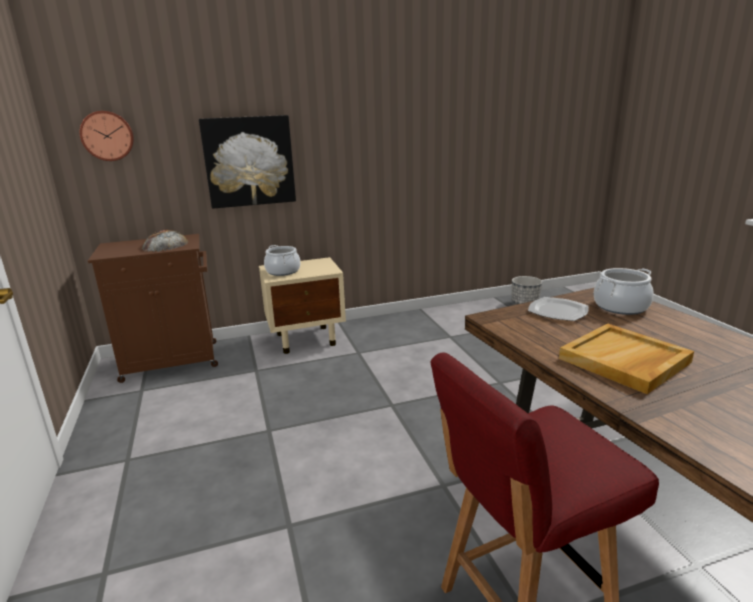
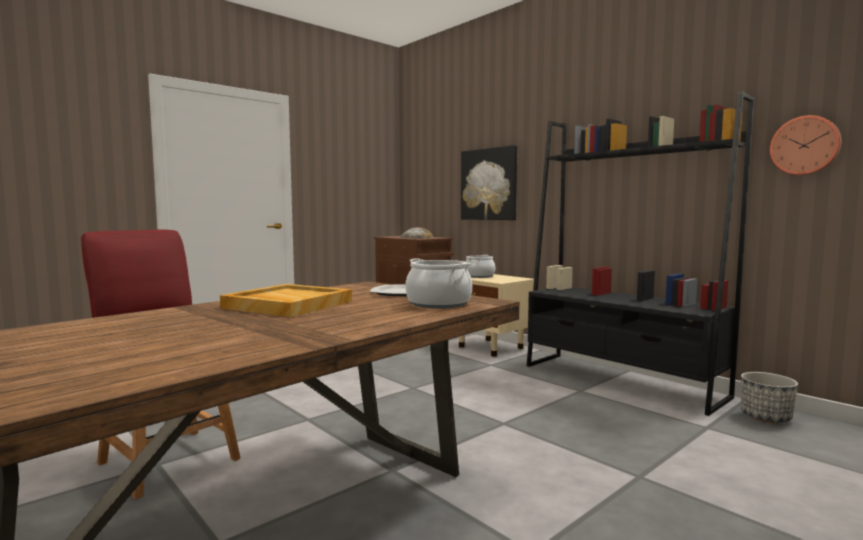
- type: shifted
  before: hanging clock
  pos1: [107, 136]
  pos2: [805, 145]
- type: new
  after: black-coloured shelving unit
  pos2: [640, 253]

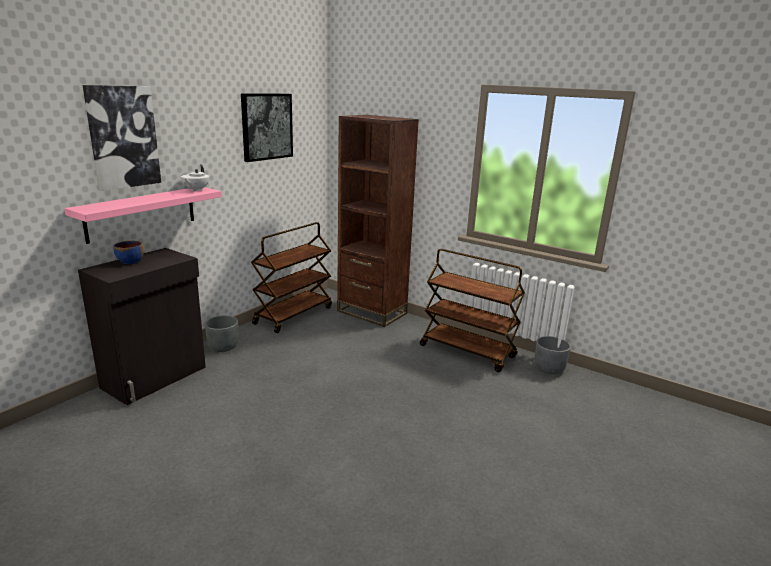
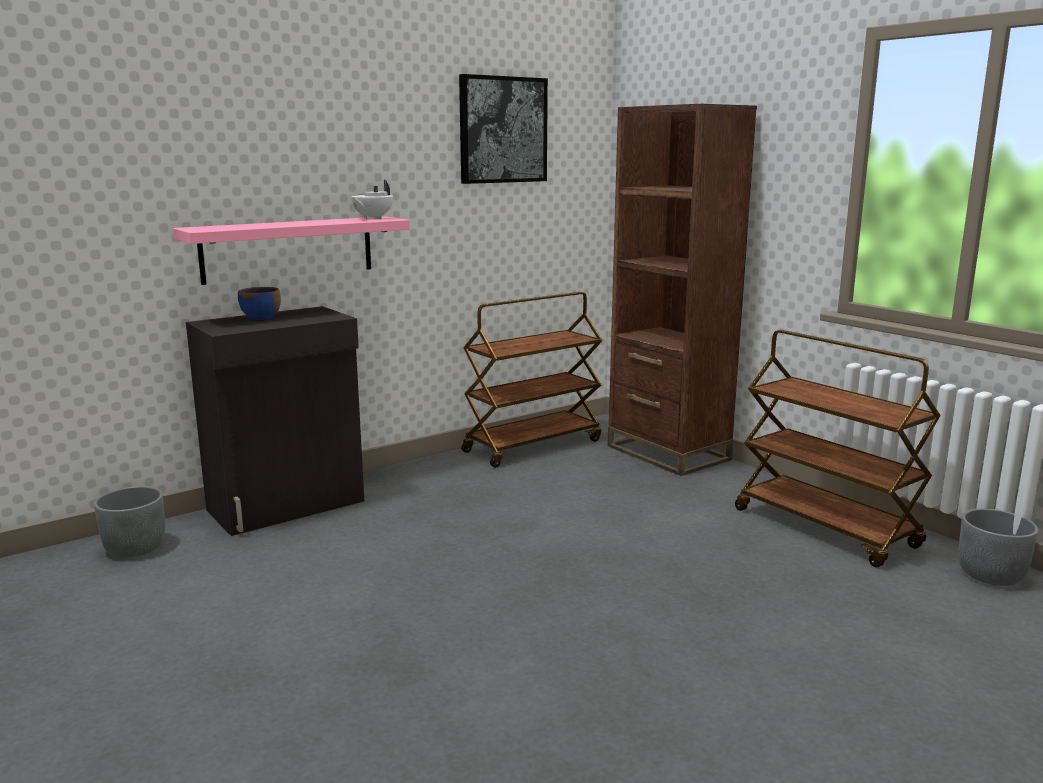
- type: gone
  before: wall picture
  pos1: [122, 138]
- type: shifted
  before: gray flower pot
  pos1: [222, 333]
  pos2: [129, 522]

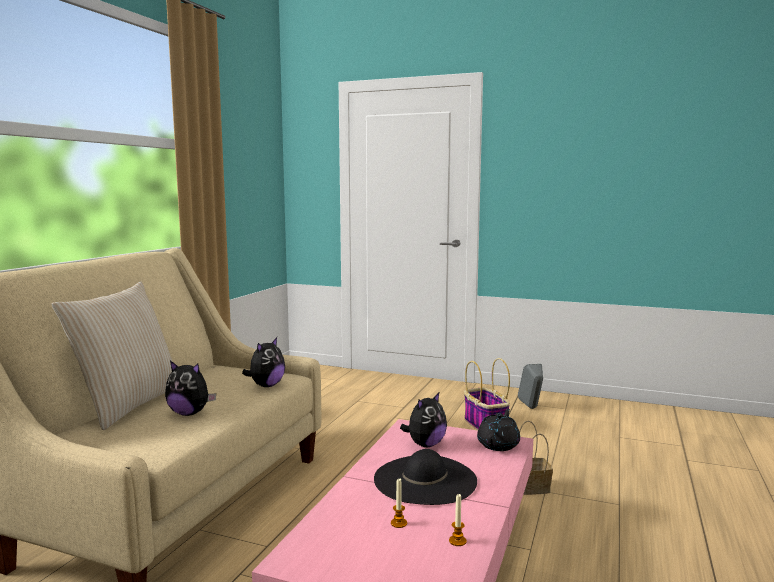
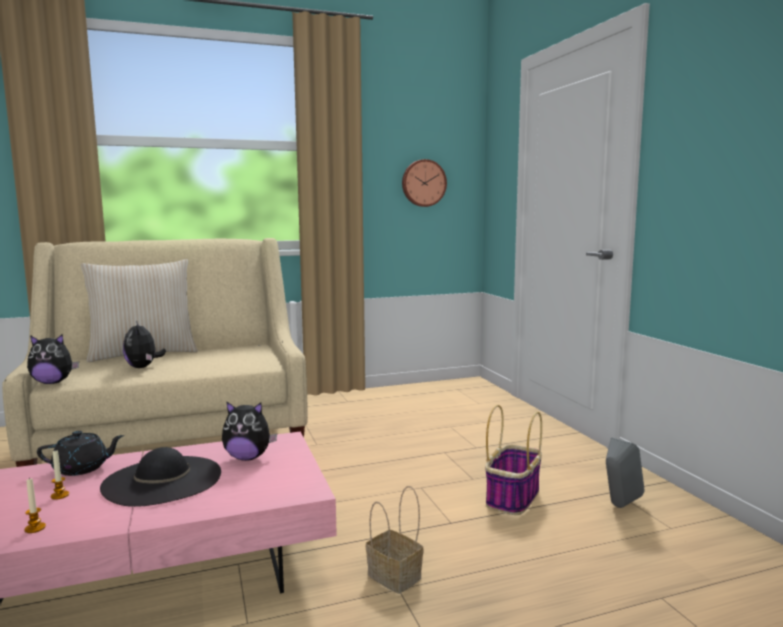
- type: shifted
  before: plush toy
  pos1: [263, 362]
  pos2: [53, 359]
- type: shifted
  before: black-coloured teapot
  pos1: [498, 430]
  pos2: [80, 453]
- type: new
  after: hanging clock
  pos2: [424, 183]

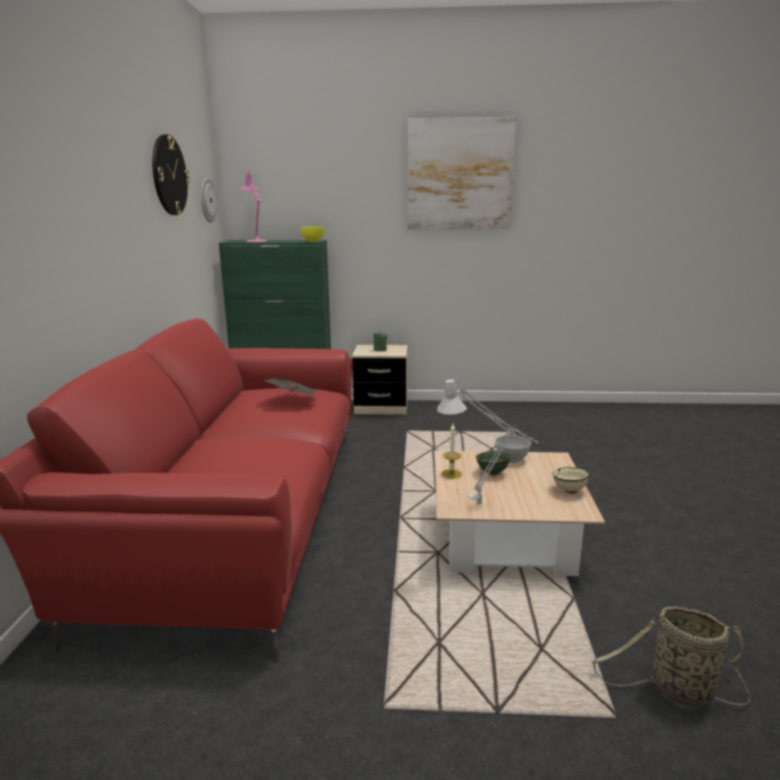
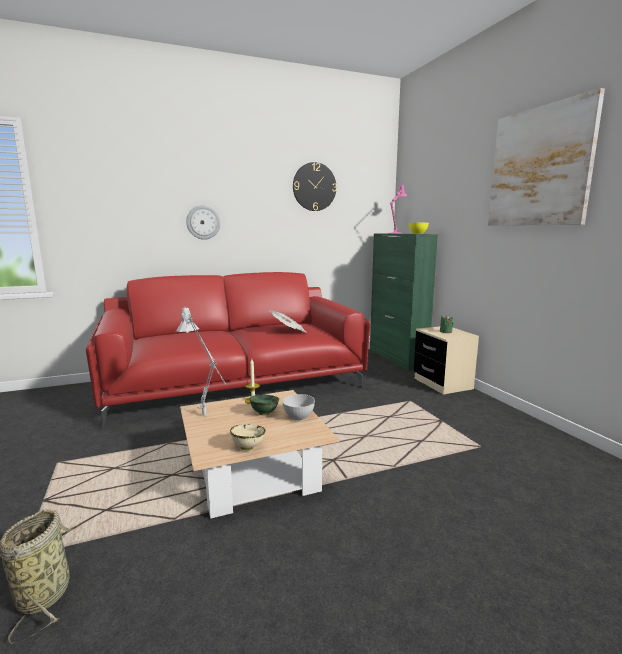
- type: shifted
  before: hanging clock
  pos1: [209, 200]
  pos2: [203, 222]

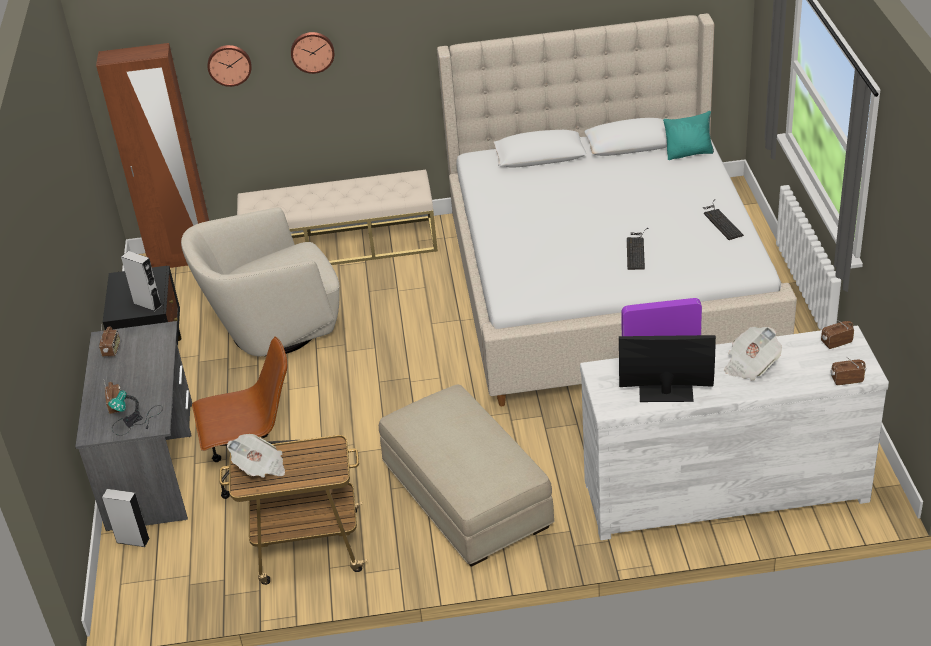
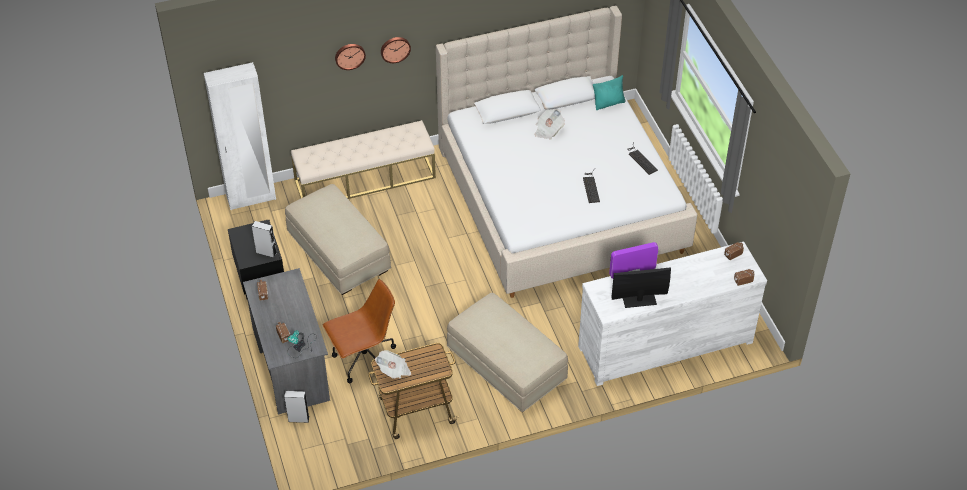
- type: repainted
  before: brownish wardrobe
  after: white wardrobe
  pos1: [152, 155]
  pos2: [240, 136]
- type: shifted
  before: hanging clock
  pos1: [229, 66]
  pos2: [396, 50]
- type: swapped
  before: beige-coloured easy chair
  after: beige-coloured pouffe
  pos1: [260, 281]
  pos2: [338, 239]
- type: shifted
  before: newspaper
  pos1: [753, 354]
  pos2: [550, 124]

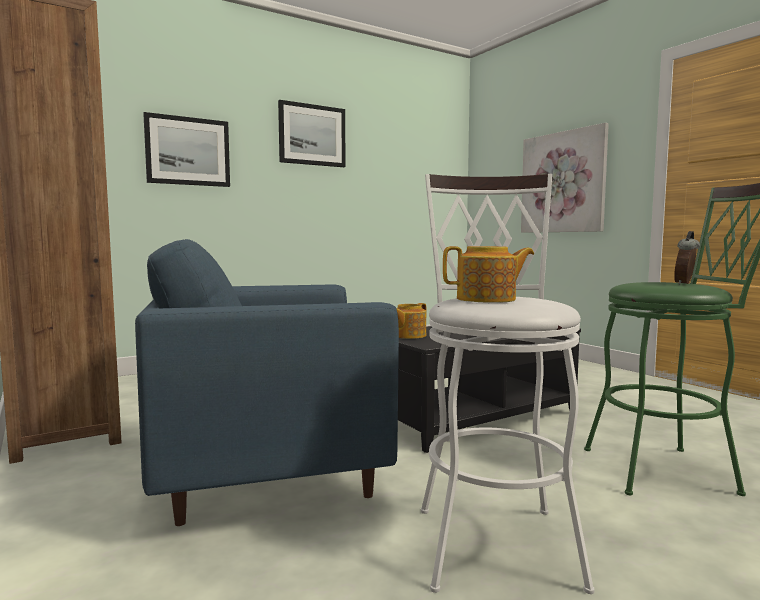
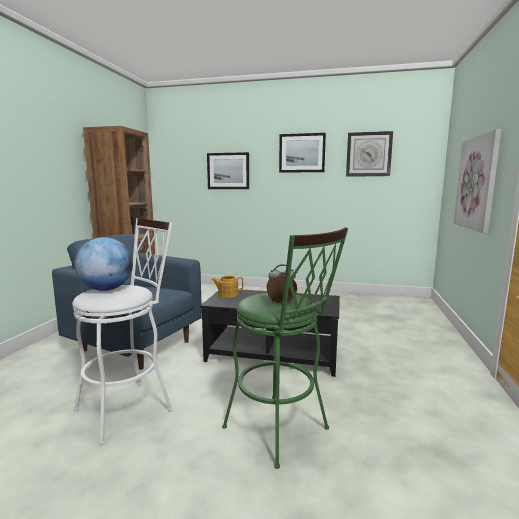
- type: swapped
  before: teapot
  after: world globe
  pos1: [488, 274]
  pos2: [103, 264]
- type: new
  after: hanging clock
  pos2: [369, 154]

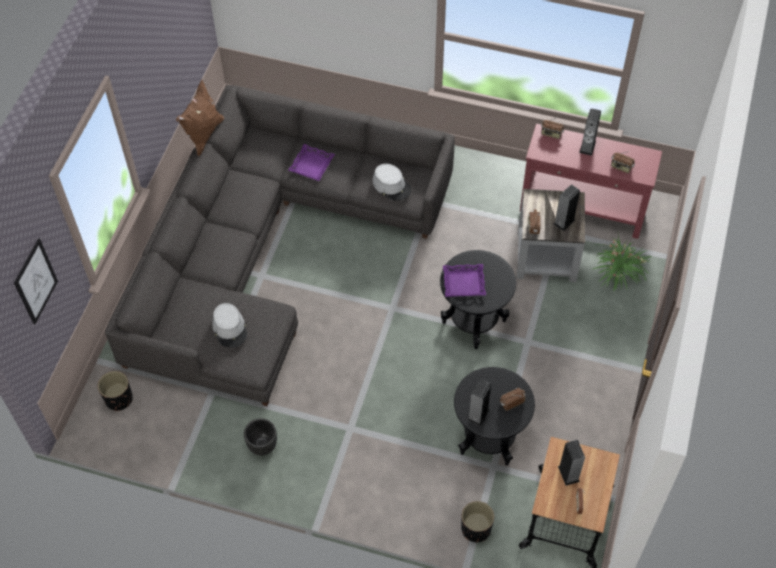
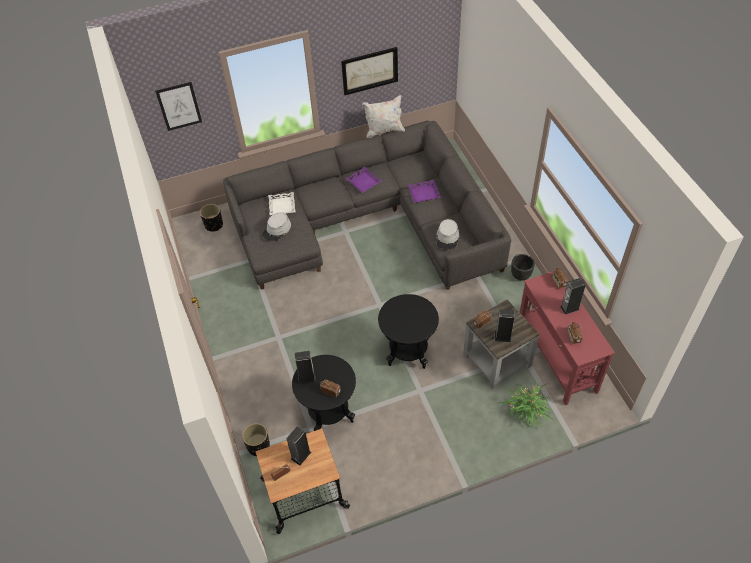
- type: repainted
  before: brownish pillow
  after: white pillow
  pos1: [200, 118]
  pos2: [383, 116]
- type: shifted
  before: purplish serving tray
  pos1: [464, 280]
  pos2: [363, 180]
- type: shifted
  before: black-coloured flower pot
  pos1: [260, 437]
  pos2: [523, 267]
- type: new
  after: wall picture
  pos2: [369, 71]
- type: new
  after: white serving tray
  pos2: [281, 203]

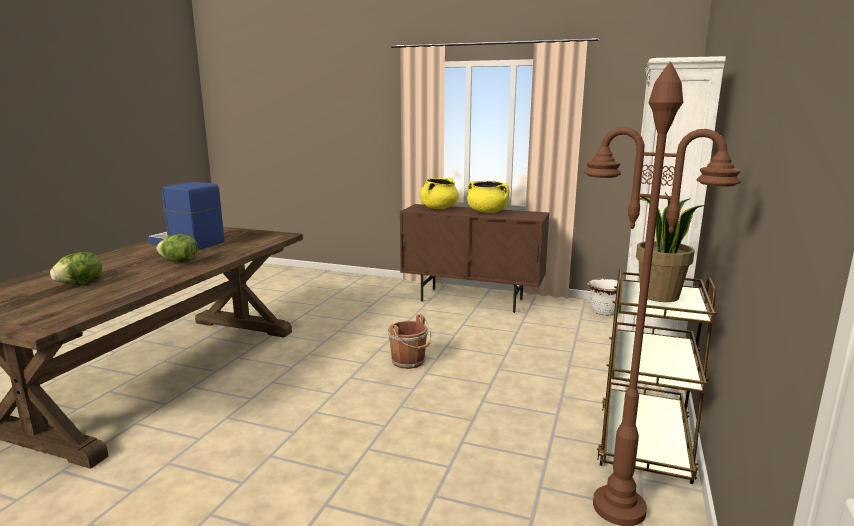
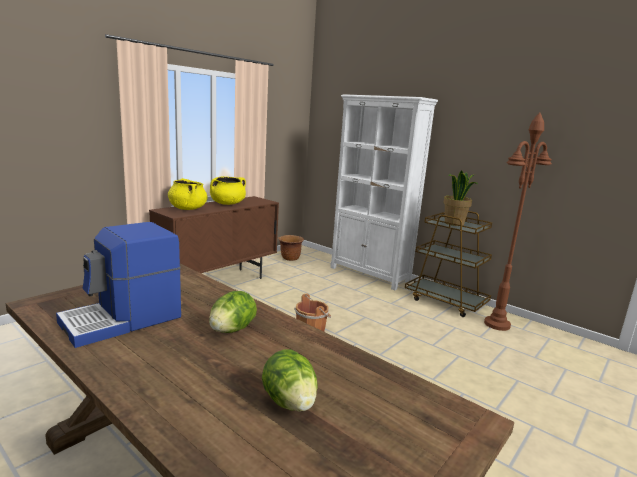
- type: repainted
  before: white flower pot
  after: brownish flower pot
  pos1: [603, 297]
  pos2: [291, 248]

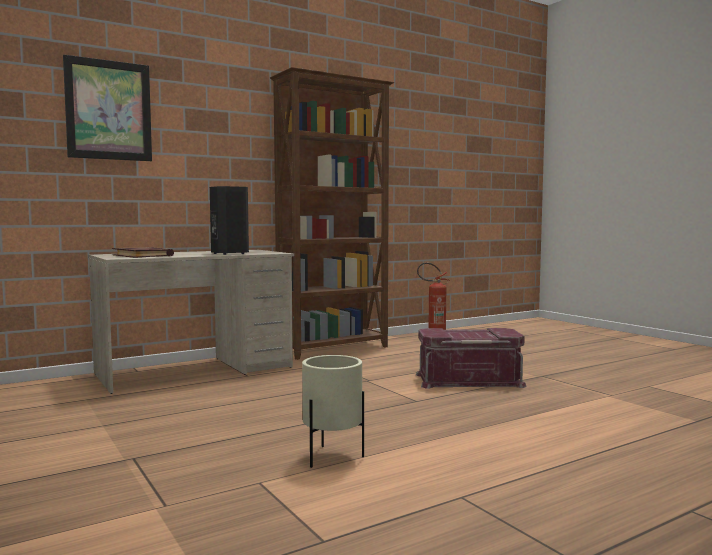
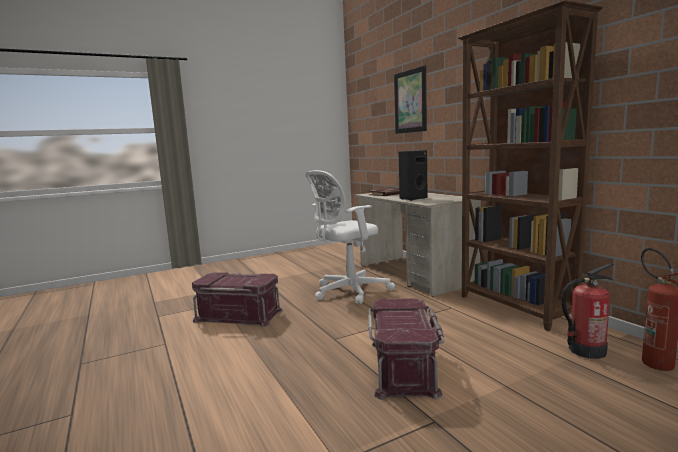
- type: swapped
  before: beige-coloured flower pot
  after: red-coloured storage box
  pos1: [333, 411]
  pos2: [237, 299]
- type: new
  after: white office chair
  pos2: [350, 237]
- type: new
  after: fire extinguisher
  pos2: [587, 311]

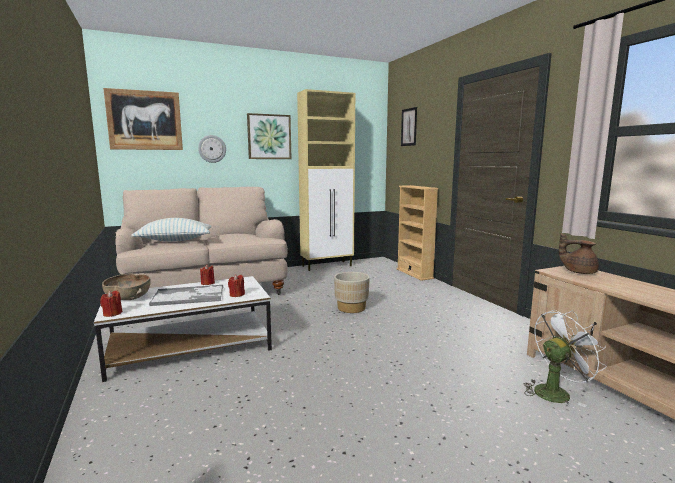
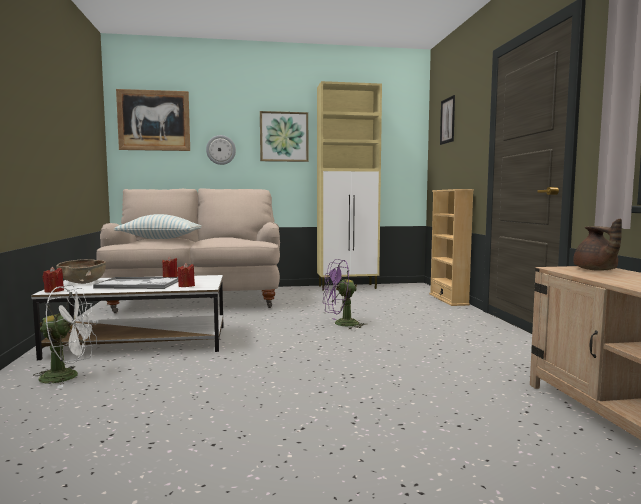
- type: rotated
  before: brownish teapot
  pos1: [579, 253]
  pos2: [597, 244]
  turn: -135
- type: swapped
  before: beige-coloured flower pot
  after: purplish electric fan
  pos1: [352, 292]
  pos2: [345, 294]
- type: shifted
  before: white electric fan
  pos1: [565, 358]
  pos2: [65, 336]

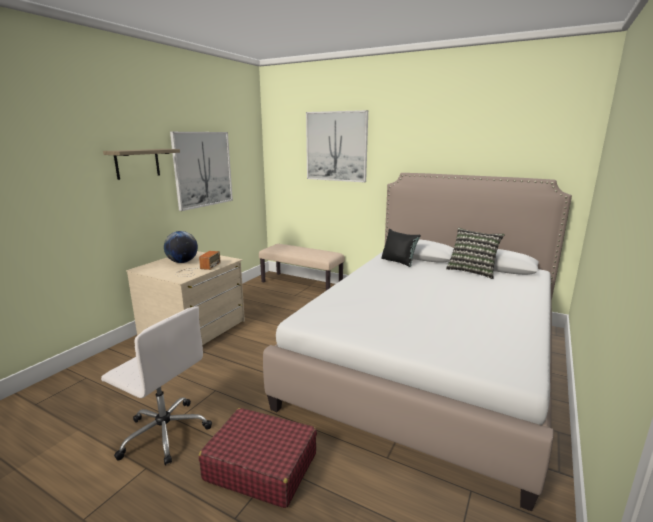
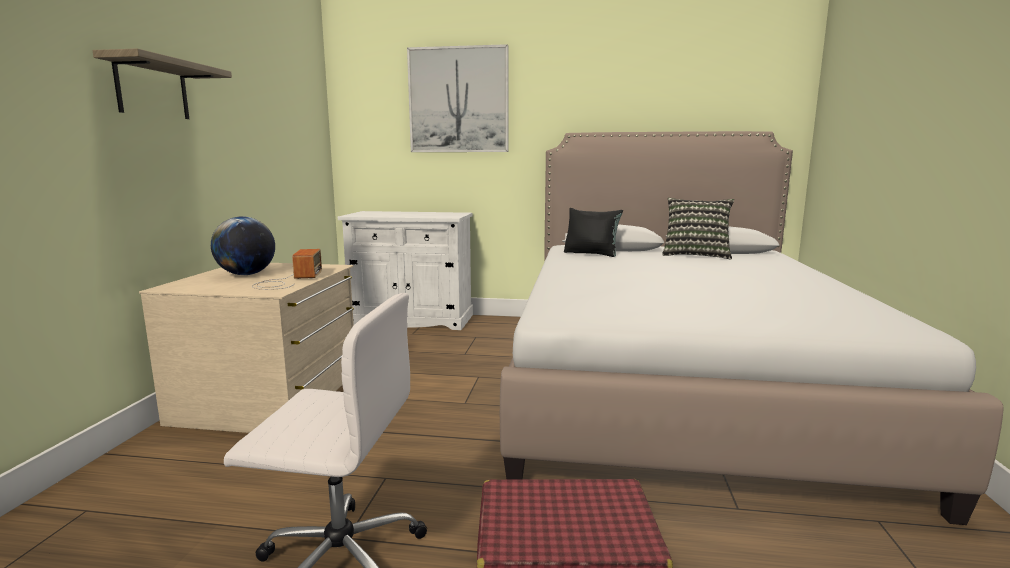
- type: gone
  before: wall picture
  pos1: [201, 171]
- type: swapped
  before: beige-coloured indoor bench
  after: white cabinet
  pos1: [302, 267]
  pos2: [405, 270]

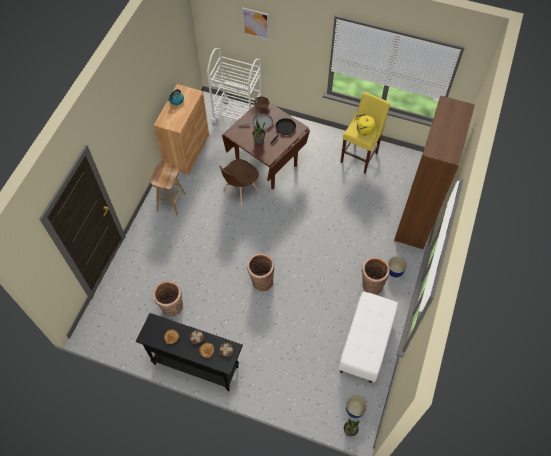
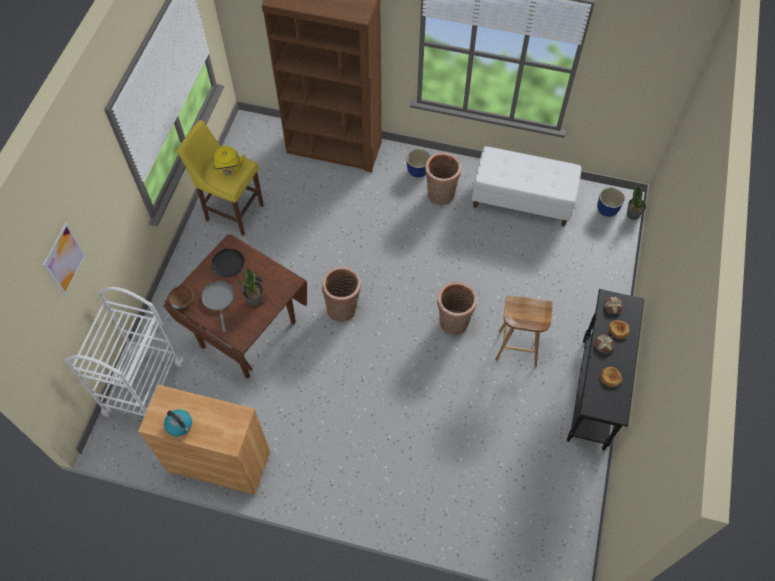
- type: gone
  before: brownish chair
  pos1: [239, 183]
- type: shifted
  before: brownish stool
  pos1: [168, 188]
  pos2: [524, 331]
- type: shifted
  before: basket
  pos1: [168, 298]
  pos2: [341, 294]

